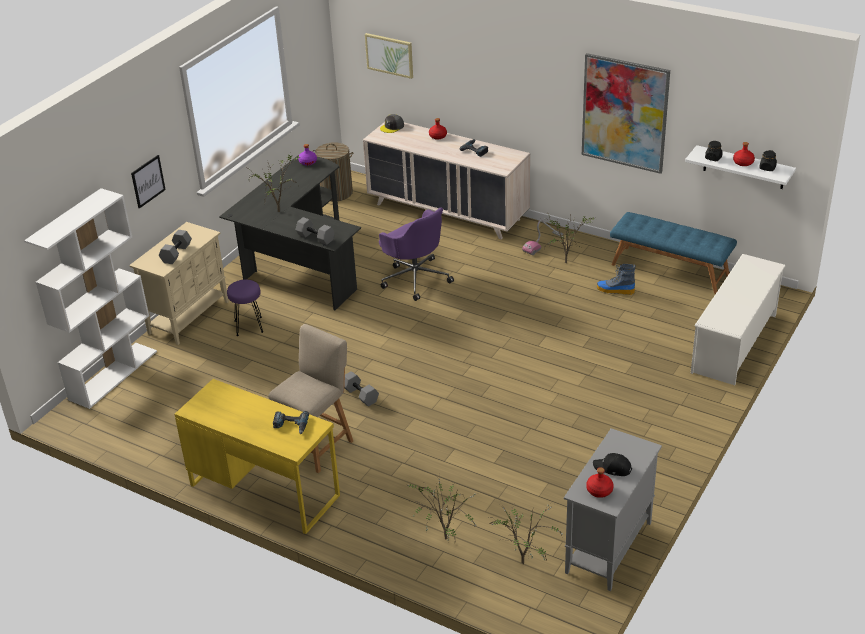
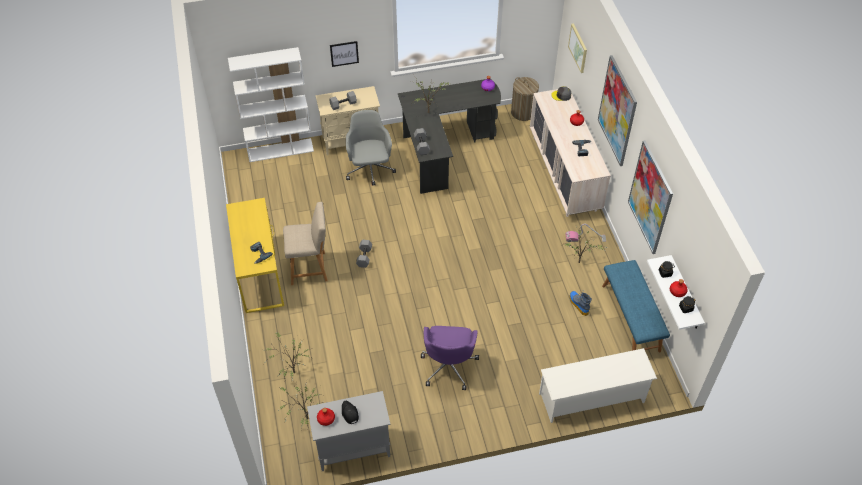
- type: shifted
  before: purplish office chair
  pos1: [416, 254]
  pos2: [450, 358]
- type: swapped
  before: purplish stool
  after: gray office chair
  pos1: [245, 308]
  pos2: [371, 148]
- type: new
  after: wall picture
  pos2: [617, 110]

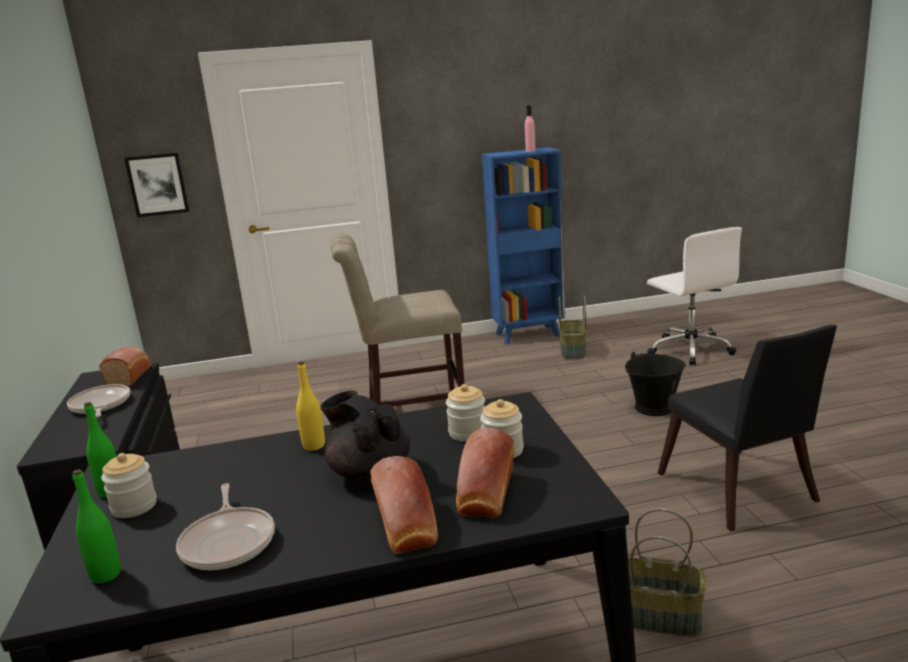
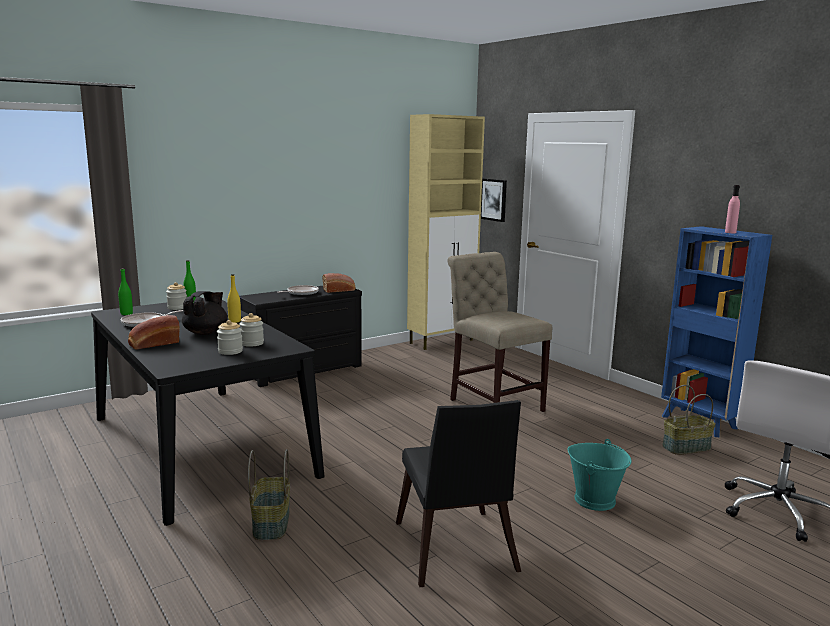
- type: rotated
  before: black-coloured chair
  pos1: [747, 427]
  pos2: [458, 493]
  turn: -60
- type: repainted
  before: black-coloured bucket
  after: turquoise-coloured bucket
  pos1: [655, 384]
  pos2: [599, 475]
- type: gone
  before: bread
  pos1: [485, 472]
- type: new
  after: beige-coloured cabinet
  pos2: [446, 232]

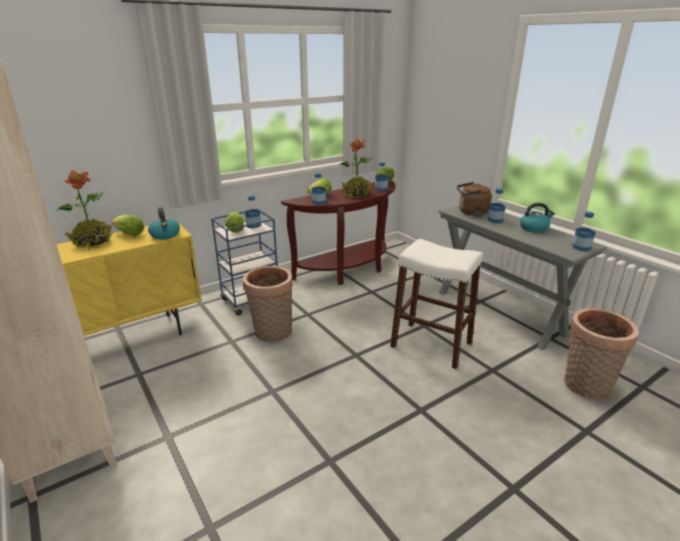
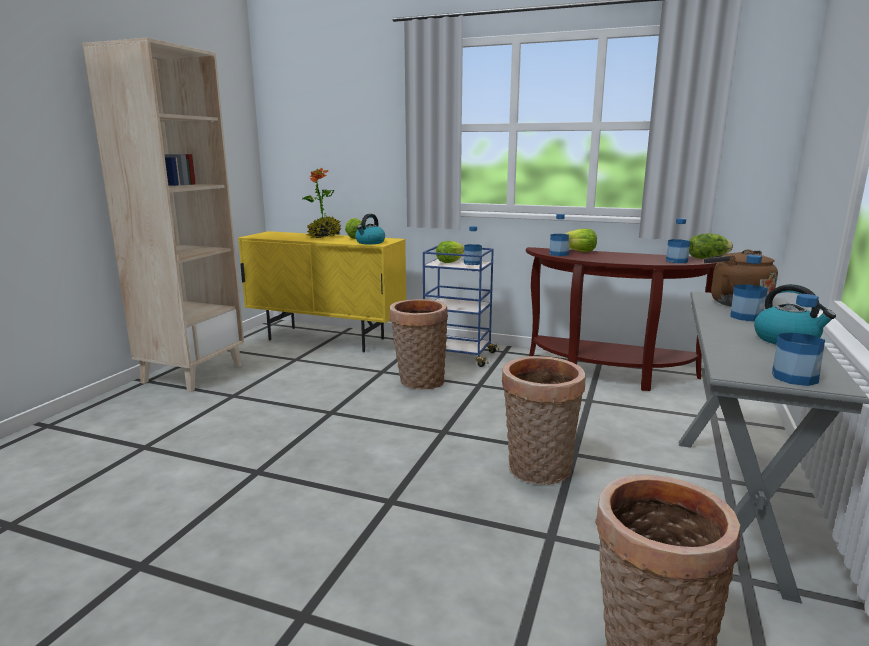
- type: gone
  before: plant in a pot
  pos1: [356, 168]
- type: swapped
  before: white stool
  after: basket
  pos1: [436, 304]
  pos2: [543, 420]

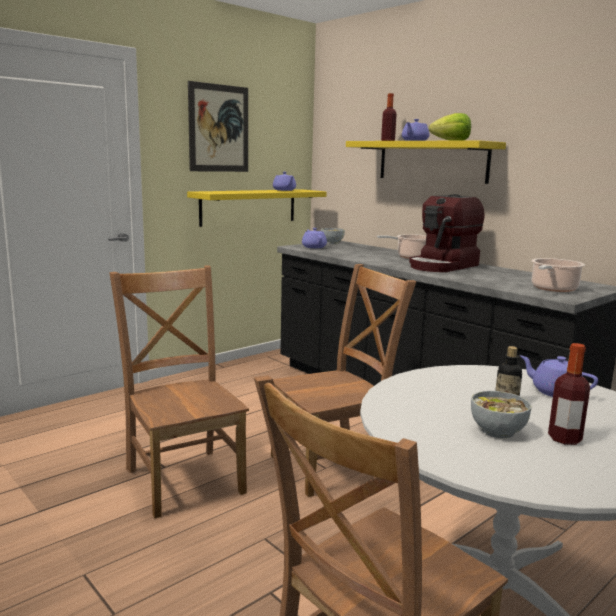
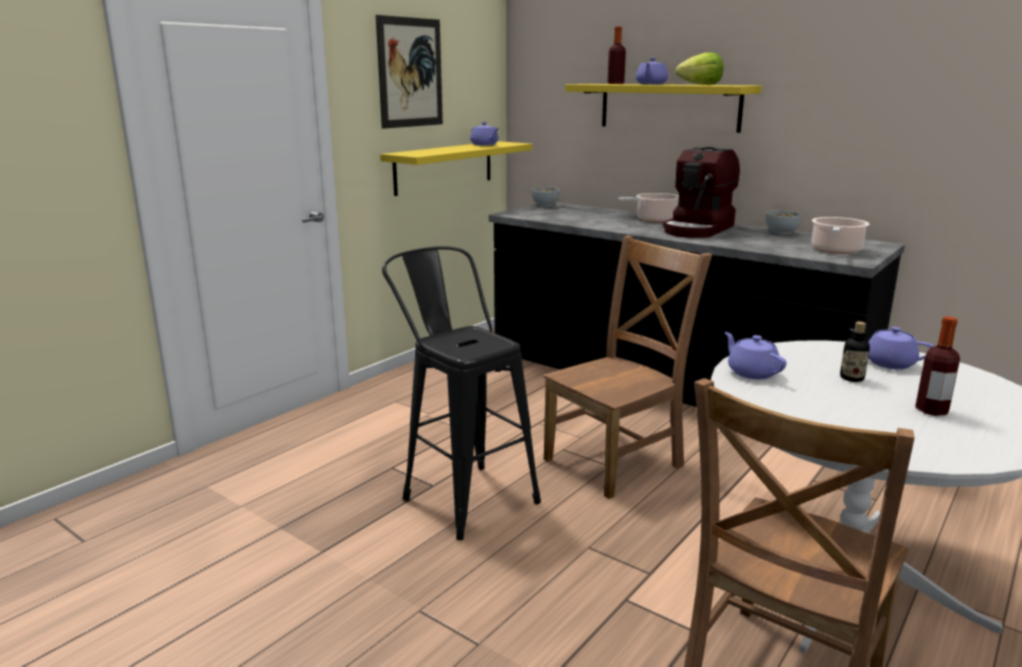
- type: shifted
  before: purplish teapot
  pos1: [314, 238]
  pos2: [755, 355]
- type: swapped
  before: brownish chair
  after: black-coloured stool
  pos1: [179, 391]
  pos2: [461, 393]
- type: shifted
  before: serving bowl
  pos1: [501, 414]
  pos2: [783, 223]

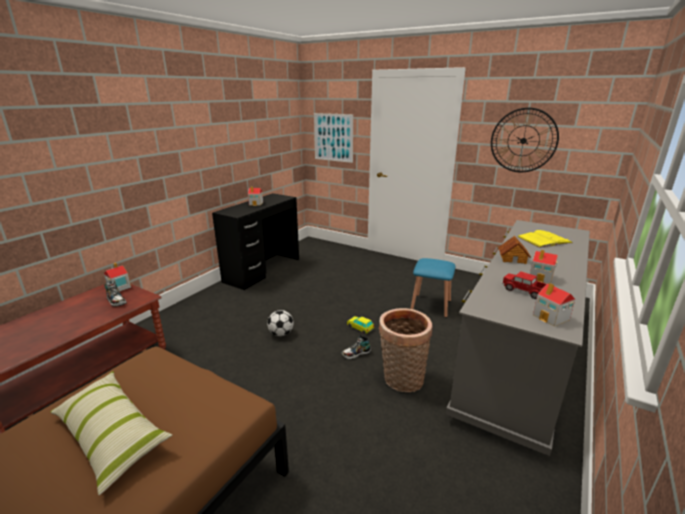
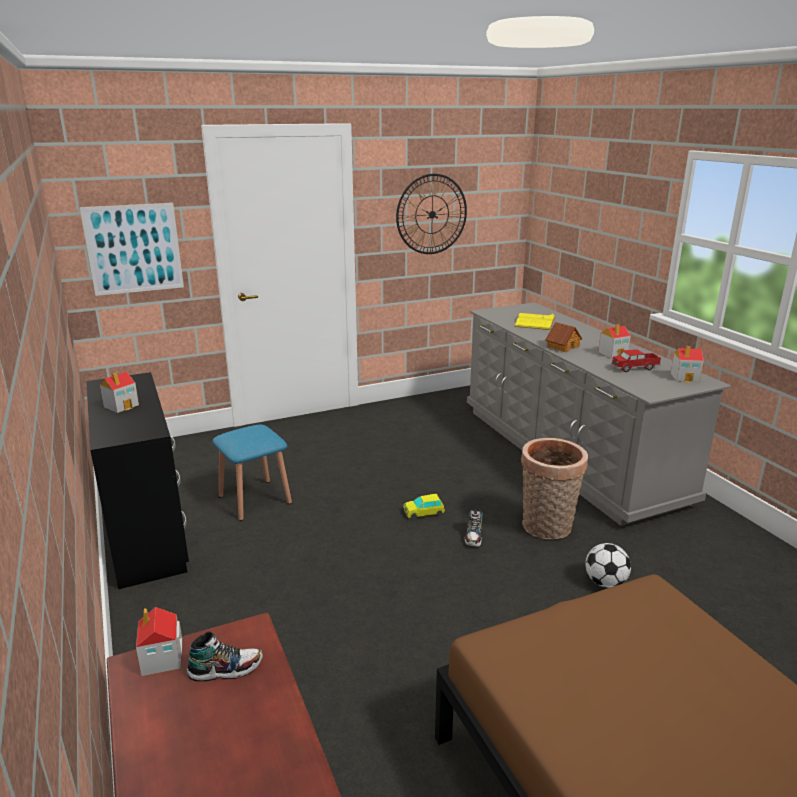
- type: shifted
  before: blue-coloured stool
  pos1: [432, 288]
  pos2: [252, 473]
- type: shifted
  before: football ball
  pos1: [280, 323]
  pos2: [608, 565]
- type: gone
  before: pillow
  pos1: [111, 433]

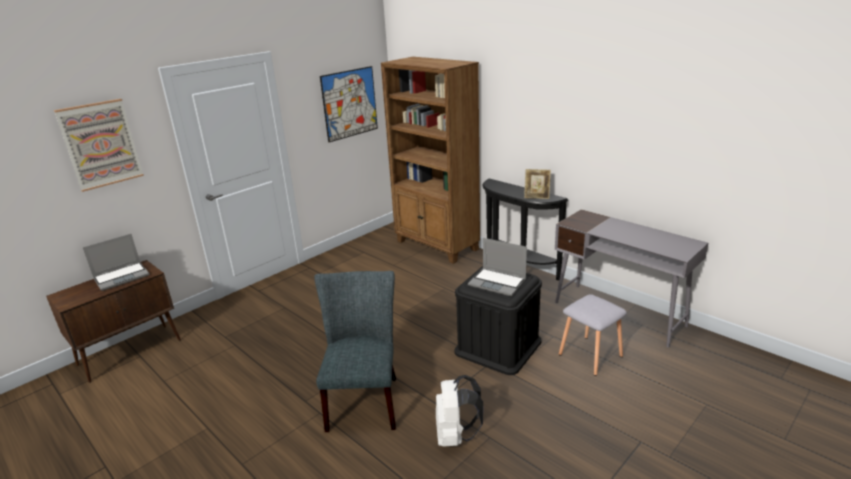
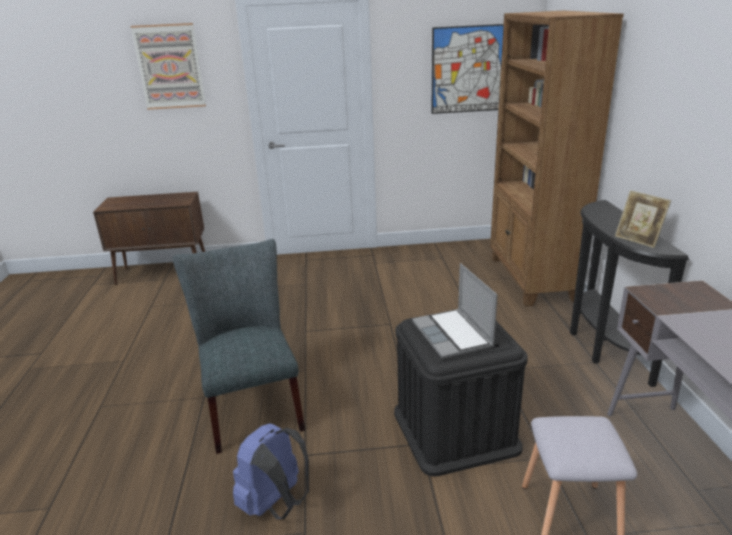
- type: gone
  before: portable computer
  pos1: [116, 262]
- type: rotated
  before: gray chair
  pos1: [355, 351]
  pos2: [239, 346]
  turn: -60
- type: repainted
  before: white backpack
  after: blue-coloured backpack
  pos1: [459, 411]
  pos2: [271, 471]

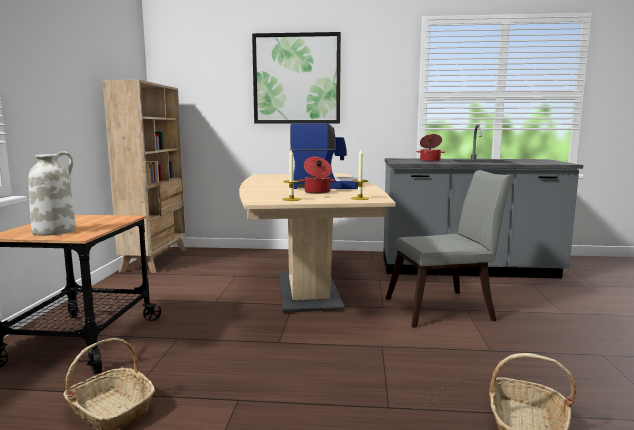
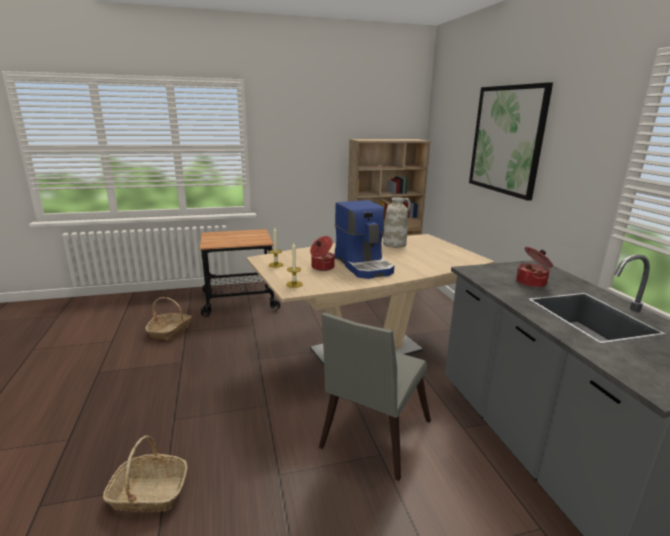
- type: shifted
  before: white vase
  pos1: [52, 193]
  pos2: [397, 222]
- type: rotated
  before: gray chair
  pos1: [448, 249]
  pos2: [375, 397]
  turn: 60

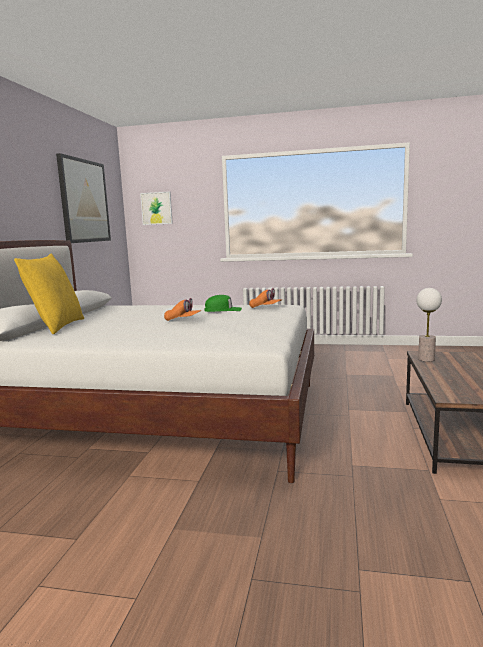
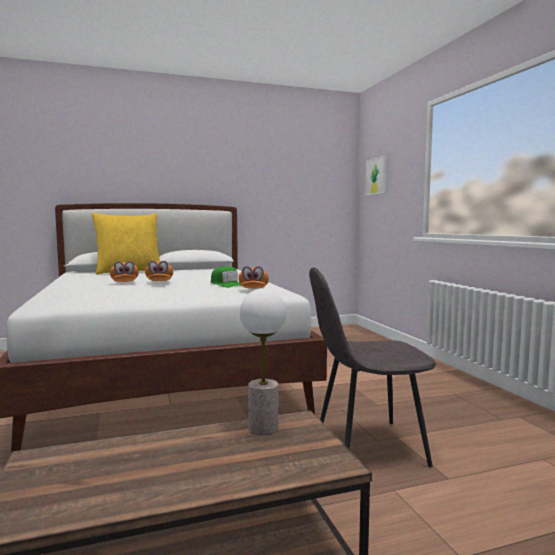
- type: gone
  before: wall picture
  pos1: [83, 198]
- type: new
  after: orangey cap
  pos2: [124, 271]
- type: new
  after: gray chair
  pos2: [372, 367]

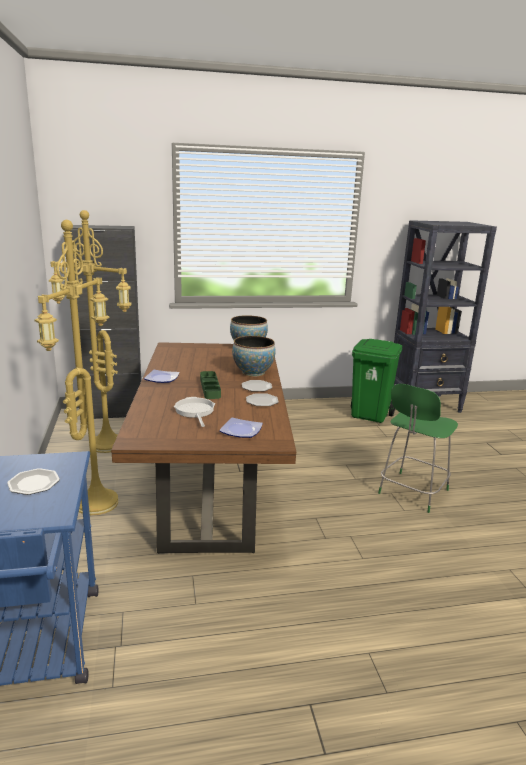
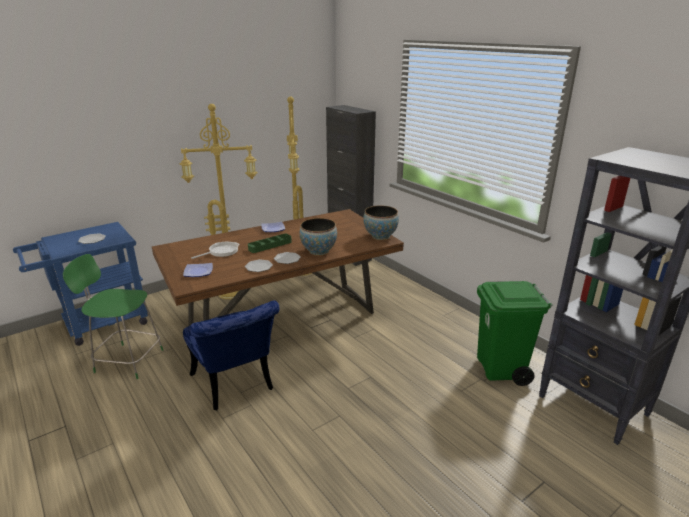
- type: shifted
  before: green-coloured stool
  pos1: [418, 448]
  pos2: [113, 316]
- type: new
  after: blue-coloured chair
  pos2: [231, 355]

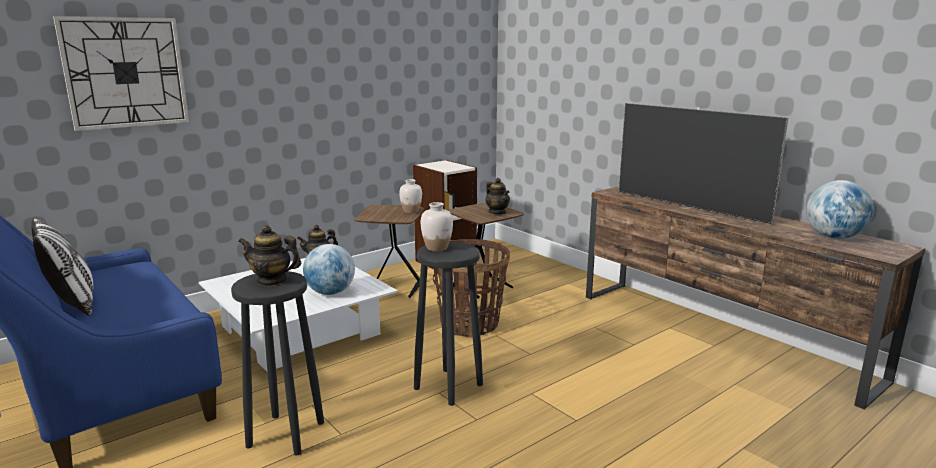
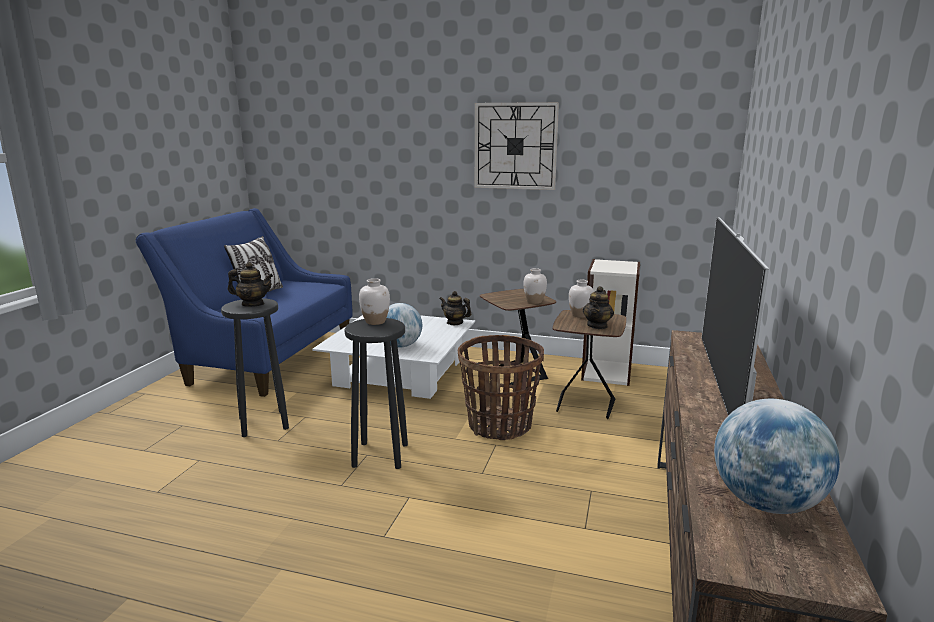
- type: shifted
  before: hanging clock
  pos1: [121, 73]
  pos2: [517, 146]
- type: rotated
  before: teapot
  pos1: [269, 255]
  pos2: [250, 284]
  turn: 120
- type: new
  after: white vase
  pos2: [581, 299]

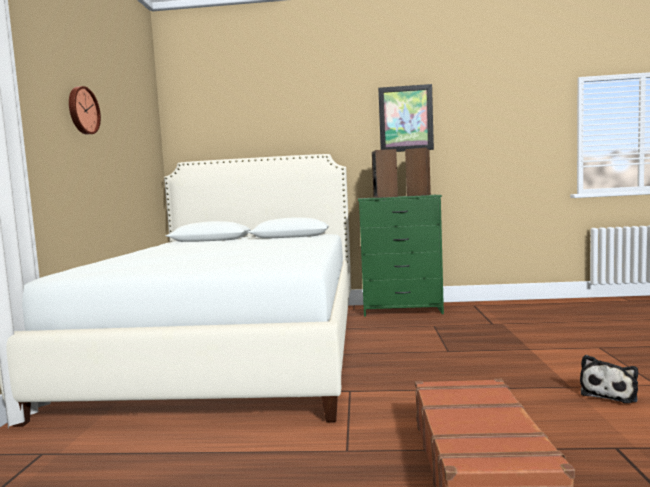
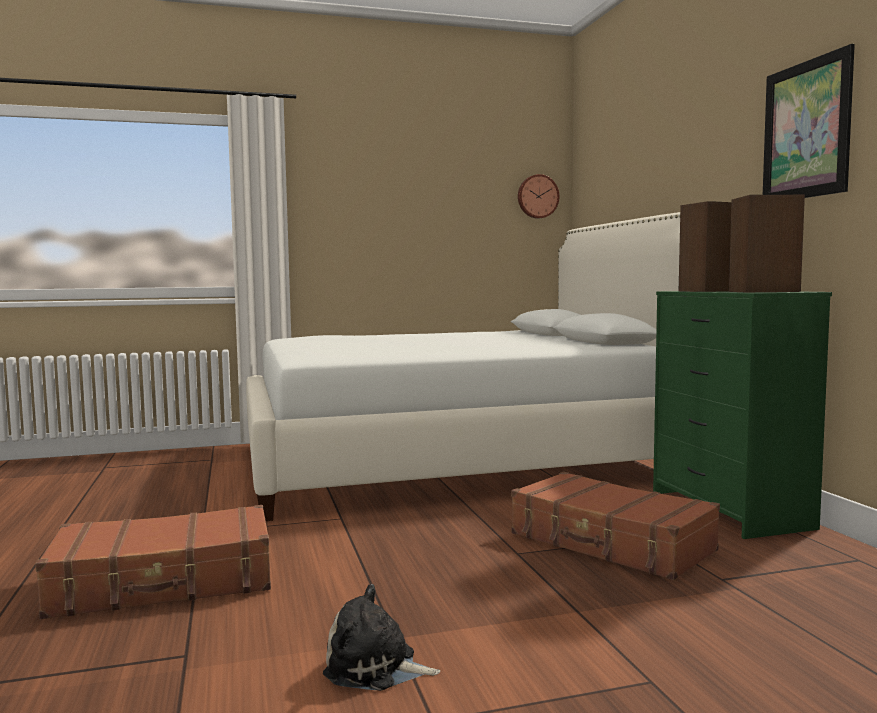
- type: shifted
  before: hanging clock
  pos1: [85, 110]
  pos2: [538, 196]
- type: new
  after: brownish travel case
  pos2: [615, 526]

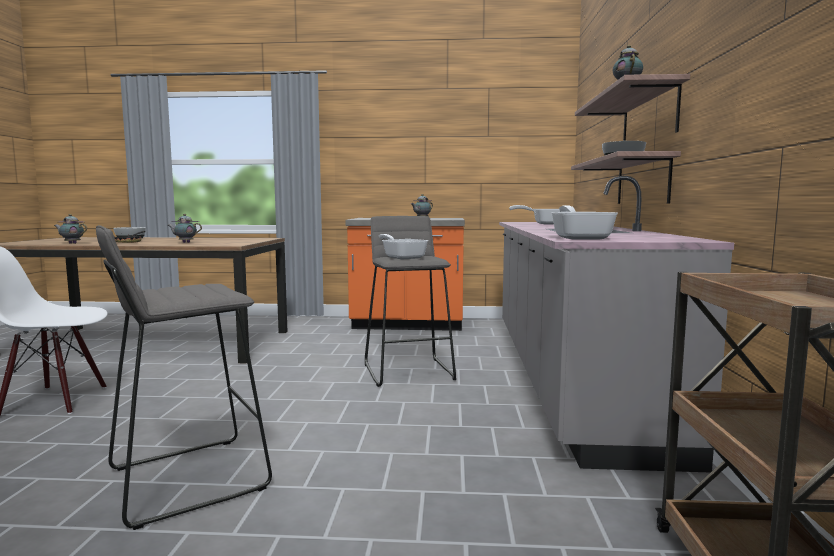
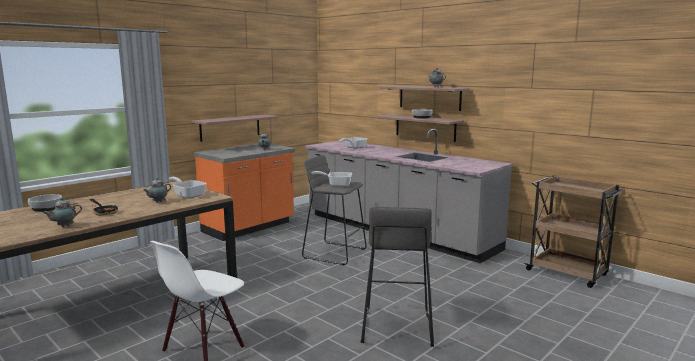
- type: shifted
  before: pan
  pos1: [584, 222]
  pos2: [188, 187]
- type: new
  after: bracket shelf
  pos2: [235, 128]

